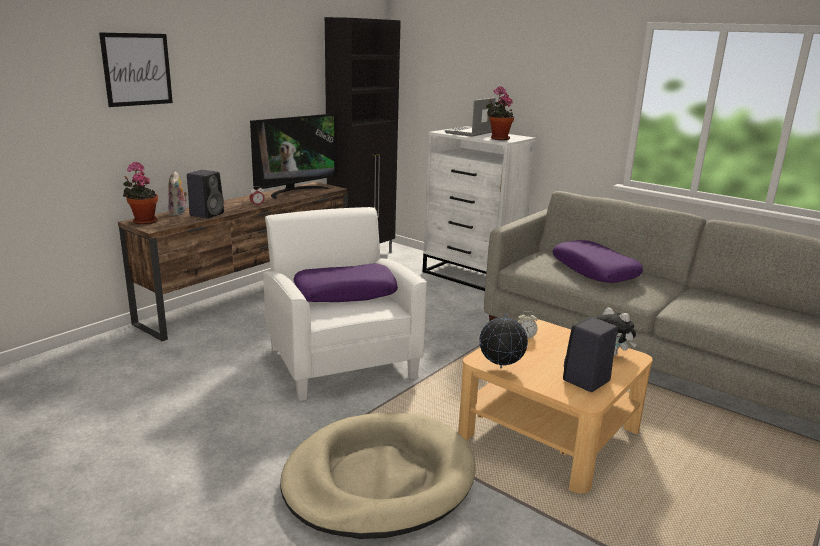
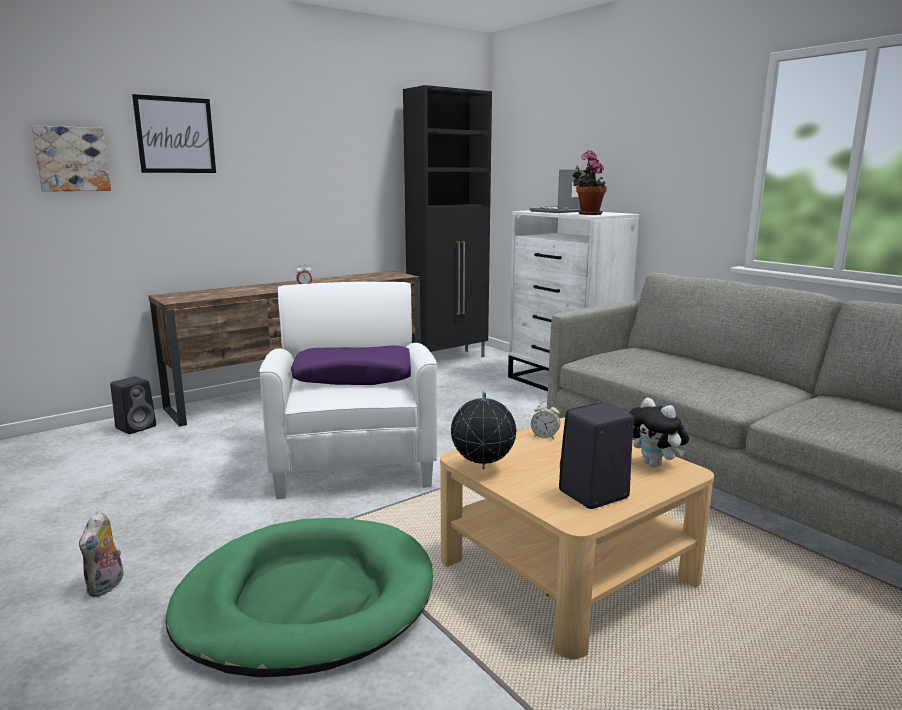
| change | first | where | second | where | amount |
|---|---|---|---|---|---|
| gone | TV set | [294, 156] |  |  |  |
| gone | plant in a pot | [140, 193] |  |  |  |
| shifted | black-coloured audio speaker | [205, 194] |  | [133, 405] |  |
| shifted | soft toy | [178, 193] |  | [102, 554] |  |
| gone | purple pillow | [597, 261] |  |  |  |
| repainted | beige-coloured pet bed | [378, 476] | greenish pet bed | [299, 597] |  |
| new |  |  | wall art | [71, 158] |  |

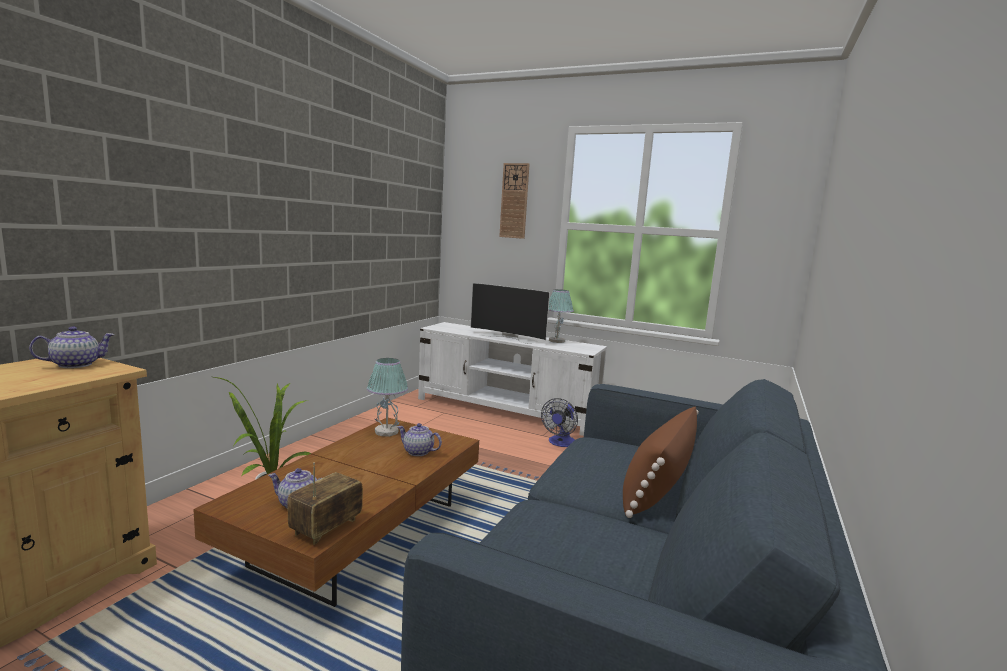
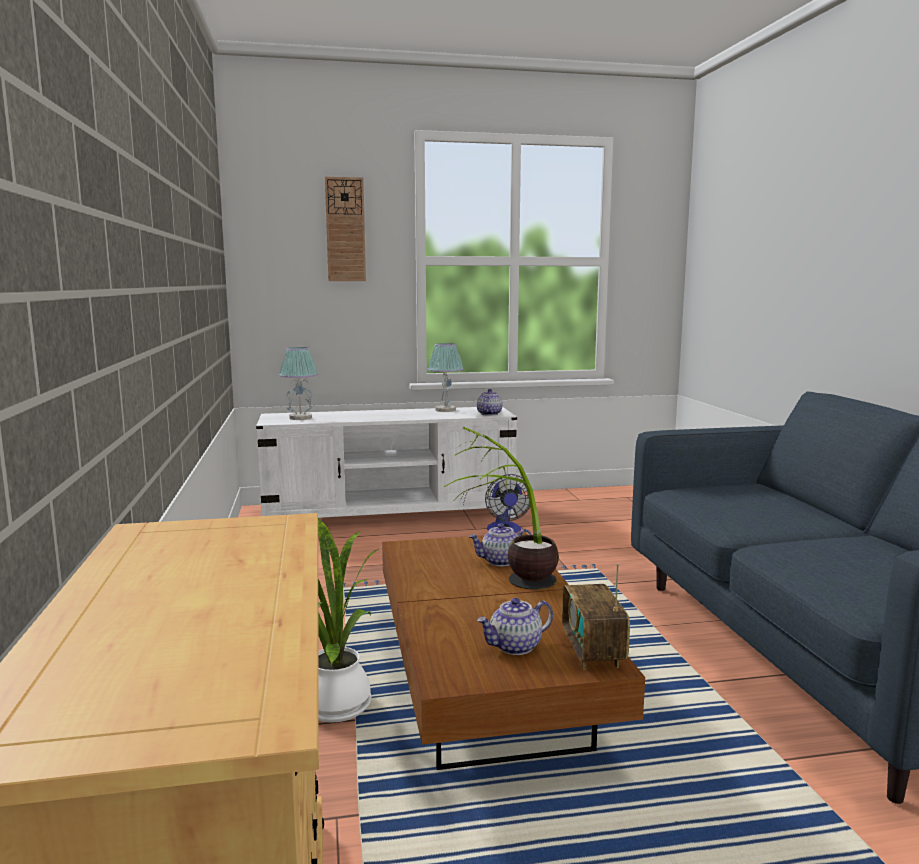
| change | first | where | second | where | amount |
|---|---|---|---|---|---|
| gone | TV set | [510, 313] |  |  |  |
| shifted | tea pot | [72, 347] |  | [490, 402] |  |
| shifted | table lamp | [387, 397] |  | [298, 383] |  |
| gone | brown pillow | [661, 462] |  |  |  |
| new |  |  | plant in a pot | [501, 508] |  |

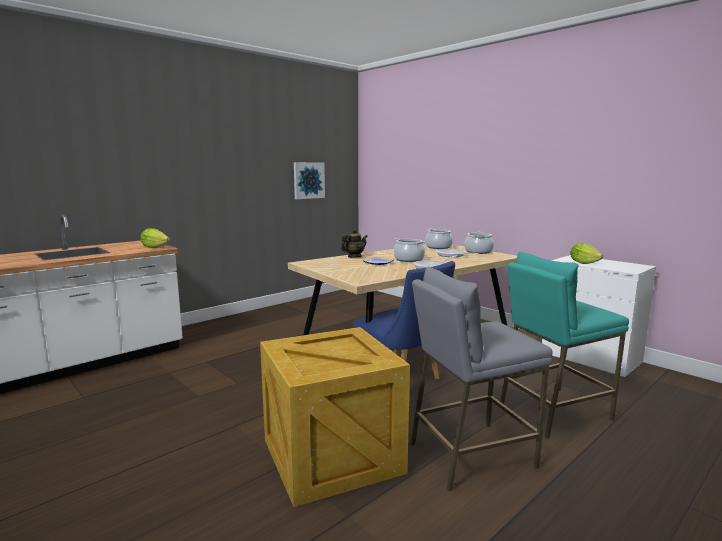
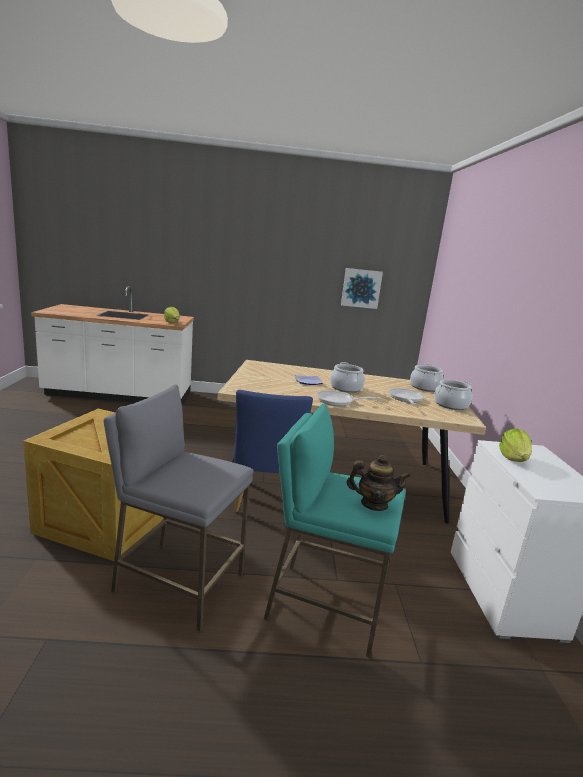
| change | first | where | second | where | amount |
|---|---|---|---|---|---|
| shifted | tea pot | [354, 243] |  | [379, 483] |  |

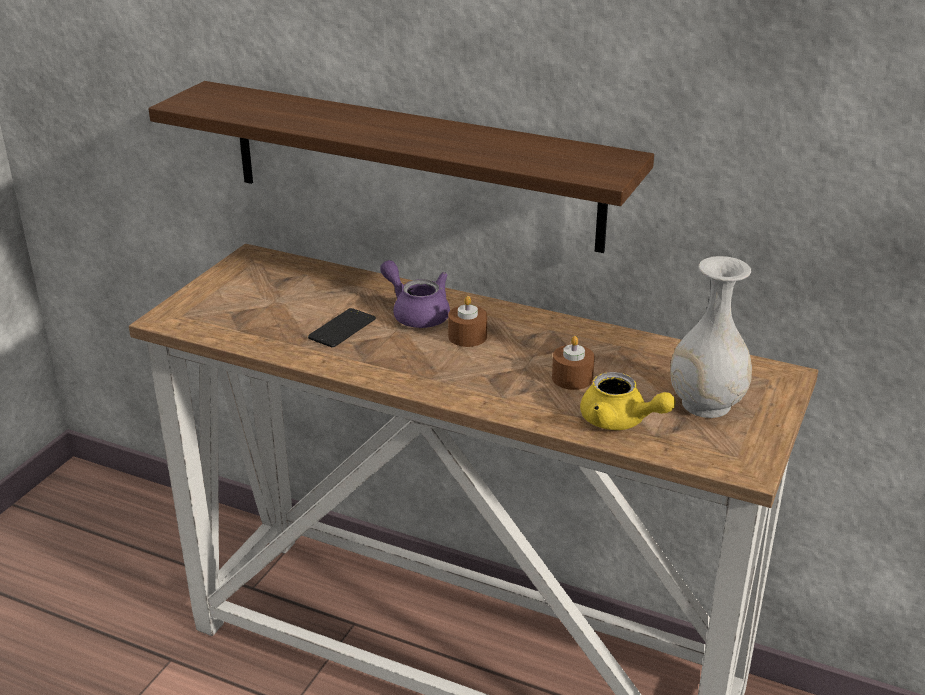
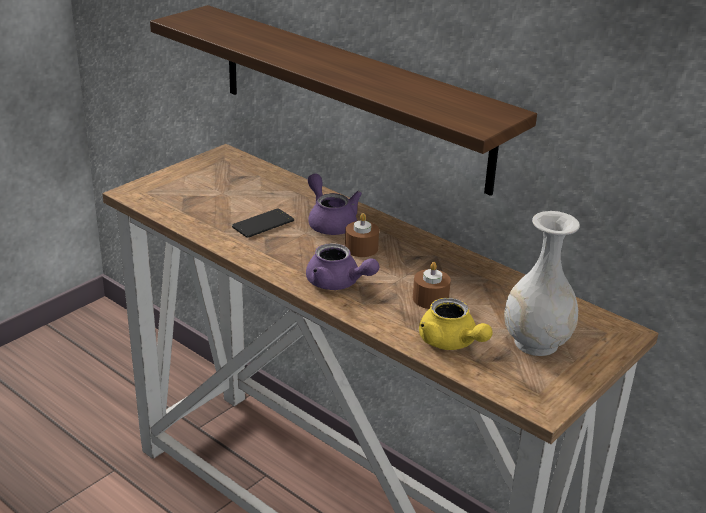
| change | first | where | second | where | amount |
|---|---|---|---|---|---|
| new |  |  | purple tea pot | [343, 266] |  |

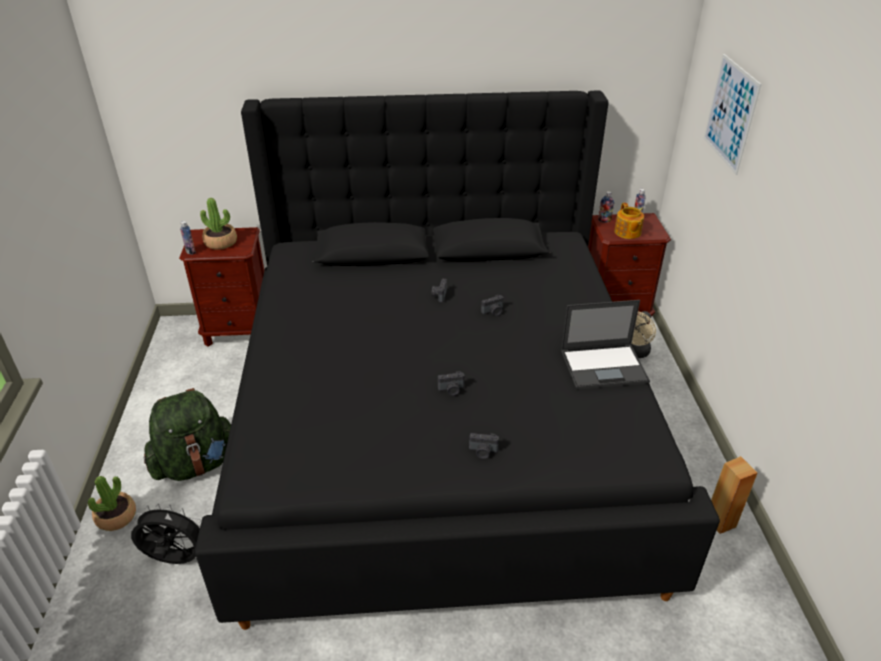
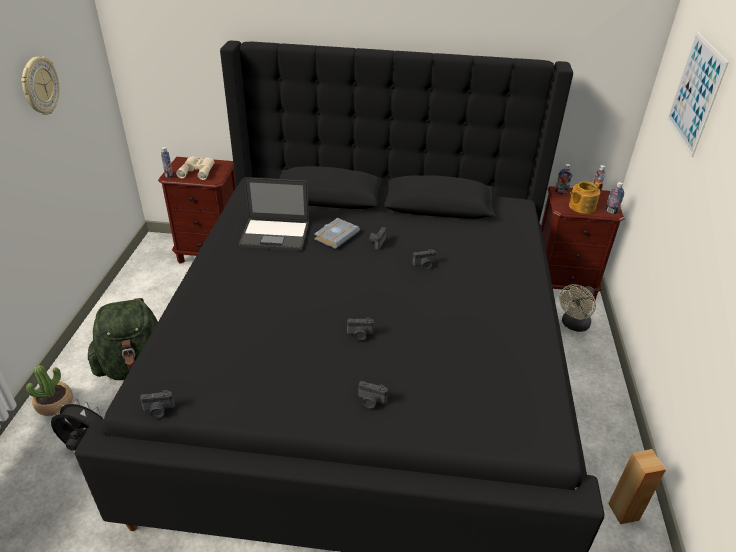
| change | first | where | second | where | amount |
|---|---|---|---|---|---|
| swapped | plant in a pot | [218, 224] | beige-coloured binoculars | [195, 168] |  |
| rotated | tea pot | [629, 221] |  | [586, 197] | 60 degrees clockwise |
| shifted | notebook computer | [605, 345] |  | [273, 214] |  |
| new |  |  | hanging clock | [40, 86] |  |
| new |  |  | bottle | [615, 198] |  |
| new |  |  | gray bound book | [337, 233] |  |
| new |  |  | still camera | [157, 404] |  |

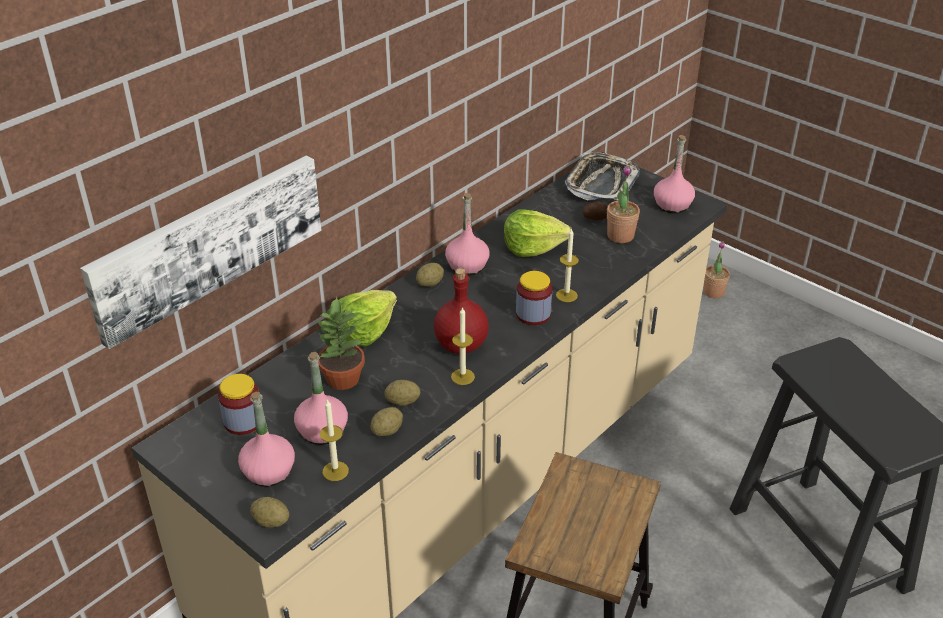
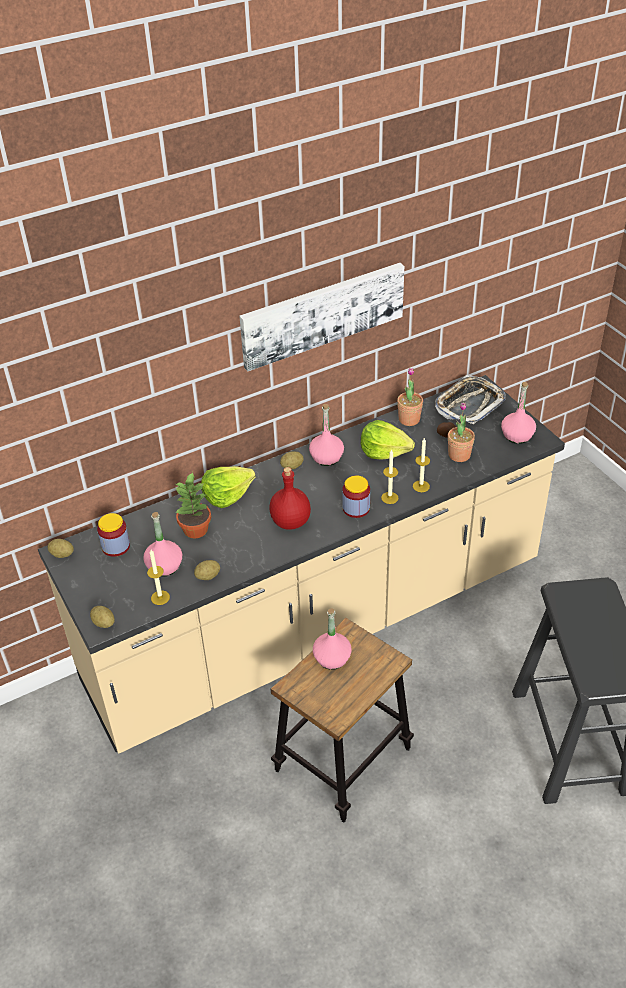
| change | first | where | second | where | amount |
|---|---|---|---|---|---|
| shifted | wall art | [201, 252] |  | [321, 317] |  |
| shifted | plant in a pot | [717, 269] |  | [410, 397] |  |
| shifted | wax candle | [463, 346] |  | [421, 465] |  |
| shifted | spud | [402, 393] |  | [61, 548] |  |
| shifted | pink bottle | [266, 439] |  | [332, 639] |  |

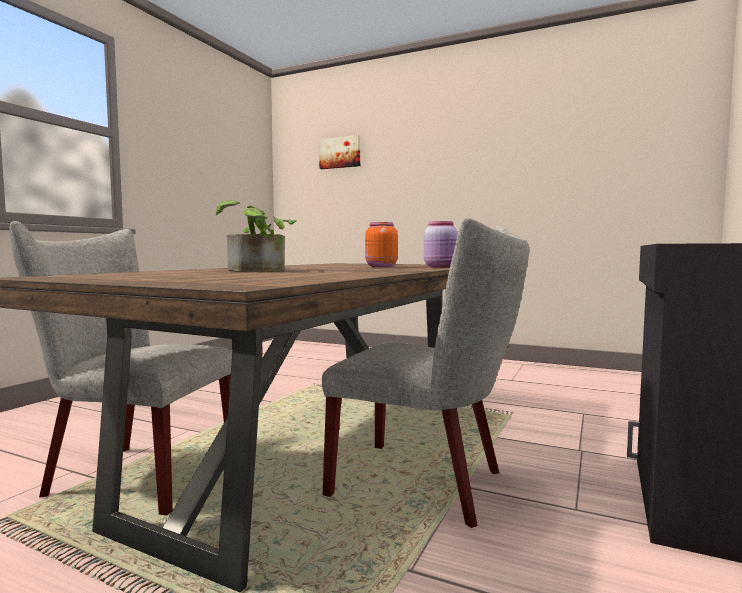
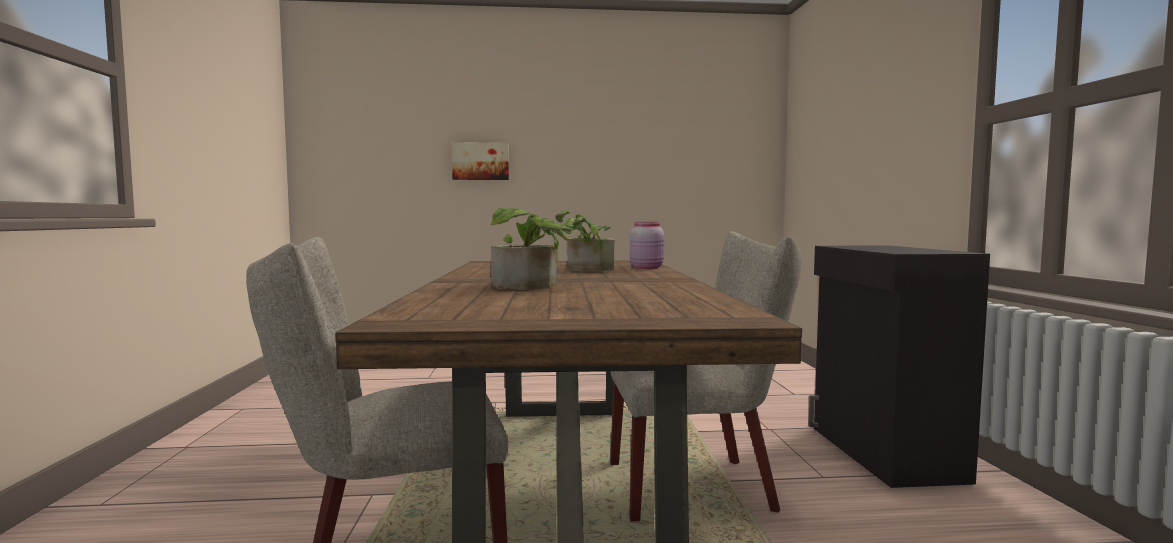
| change | first | where | second | where | amount |
|---|---|---|---|---|---|
| shifted | wall art | [339, 152] |  | [480, 161] |  |
| swapped | orangey preserve jar | [381, 244] | plant in a pot | [585, 240] |  |

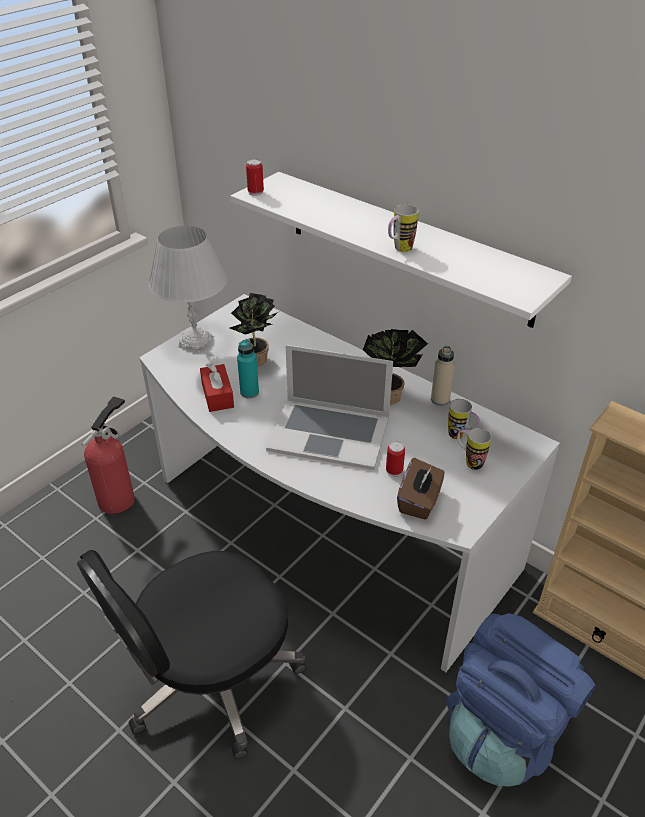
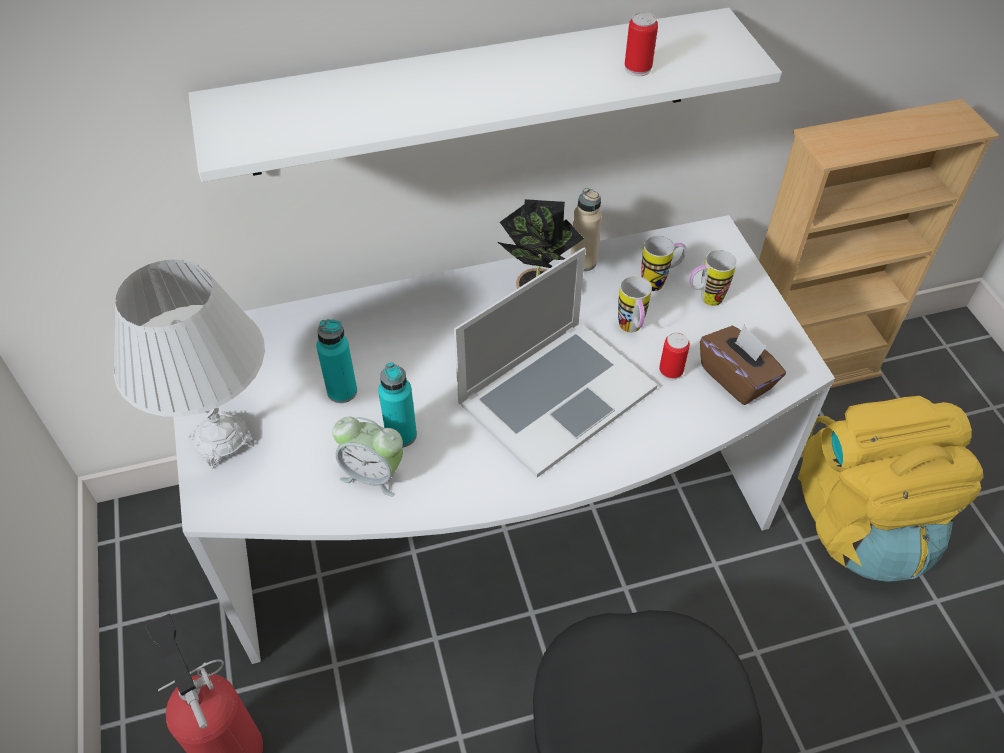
| change | first | where | second | where | amount |
|---|---|---|---|---|---|
| shifted | can | [255, 177] |  | [641, 44] |  |
| shifted | mug | [403, 228] |  | [635, 304] |  |
| swapped | plant in a pot | [254, 330] | turquoise bottle | [336, 361] |  |
| swapped | red-coloured tissue holder | [217, 387] | bedside clock | [367, 456] |  |
| repainted | bluish rucksack | [521, 699] | yellow rucksack | [890, 489] |  |

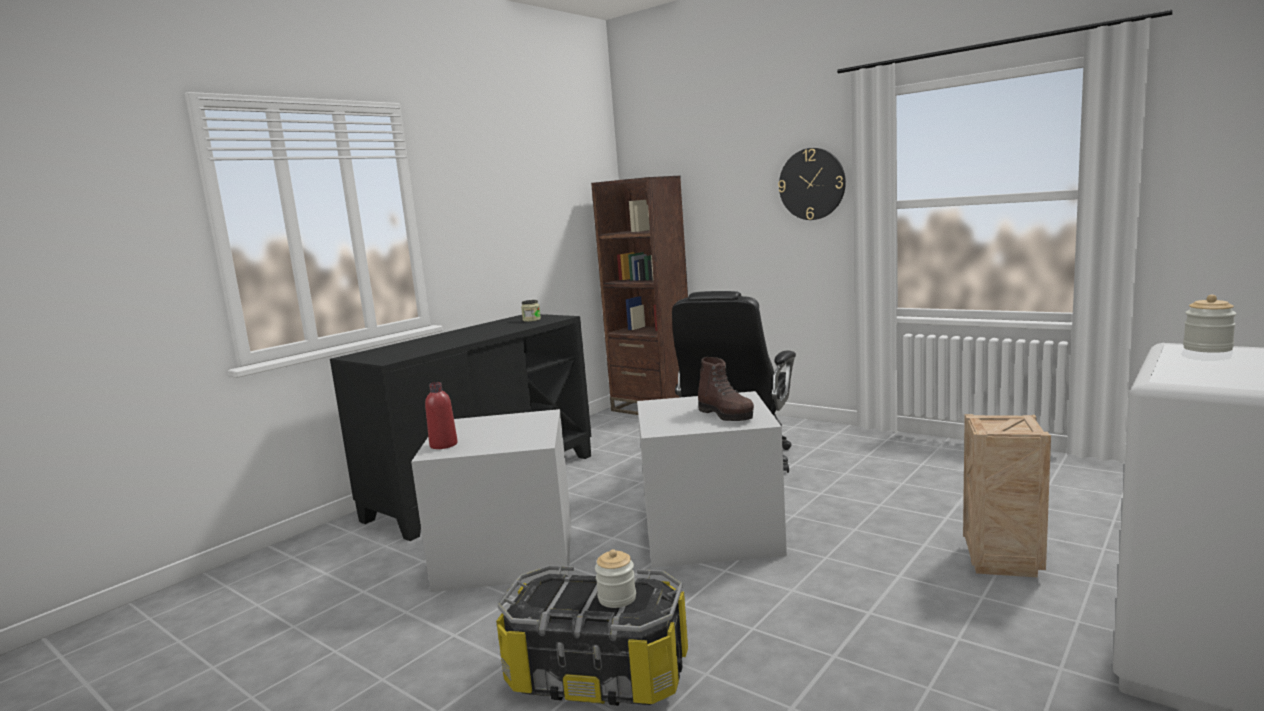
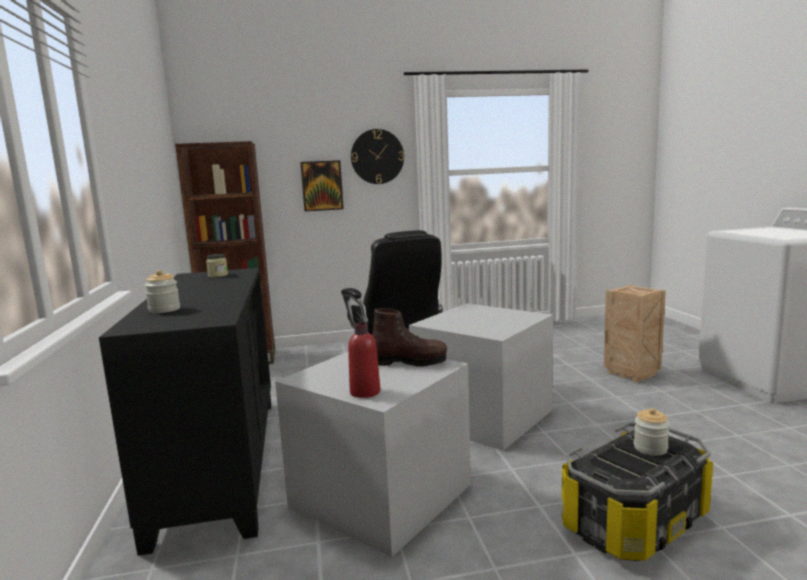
| change | first | where | second | where | amount |
|---|---|---|---|---|---|
| shifted | preserve jar | [1210, 324] |  | [162, 291] |  |
| shifted | brown high-top boot | [726, 389] |  | [409, 337] |  |
| new |  |  | wall art | [322, 186] |  |

